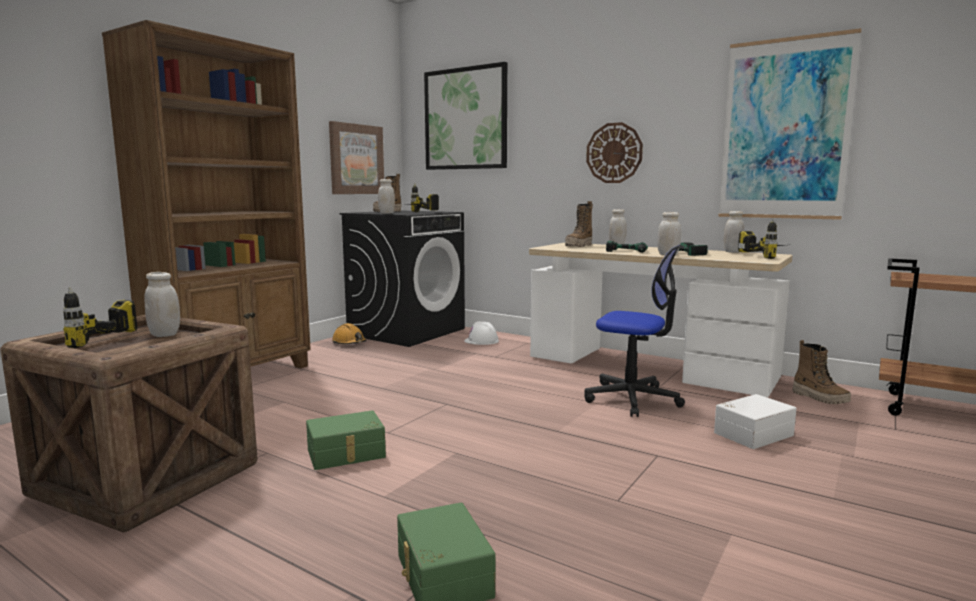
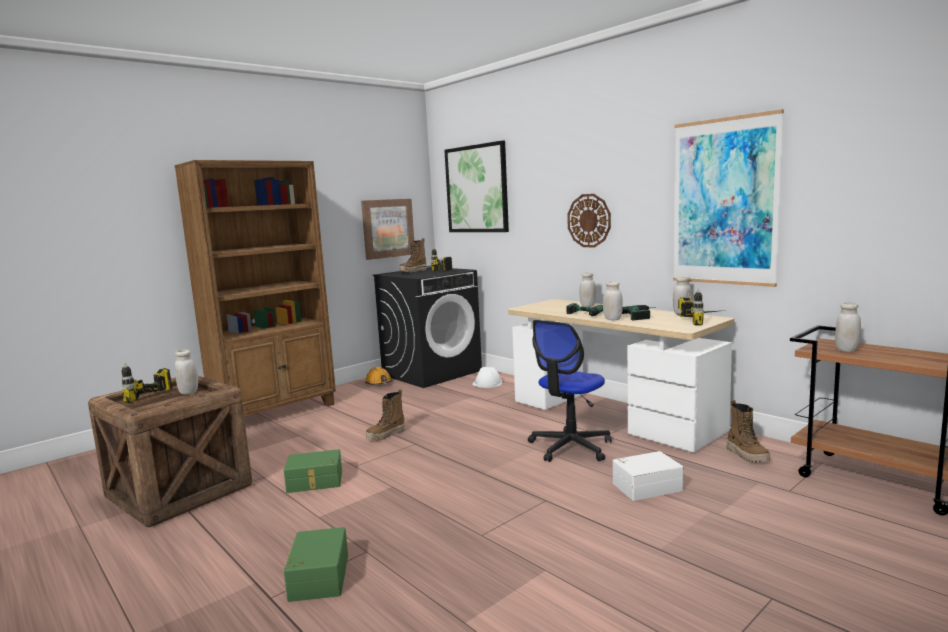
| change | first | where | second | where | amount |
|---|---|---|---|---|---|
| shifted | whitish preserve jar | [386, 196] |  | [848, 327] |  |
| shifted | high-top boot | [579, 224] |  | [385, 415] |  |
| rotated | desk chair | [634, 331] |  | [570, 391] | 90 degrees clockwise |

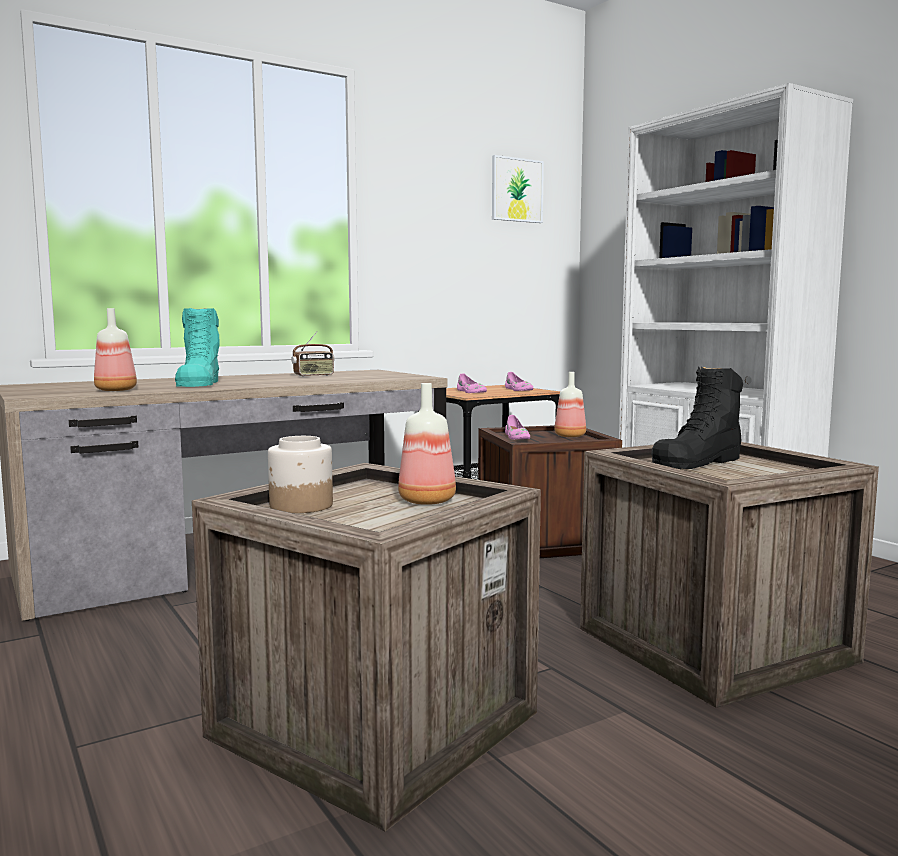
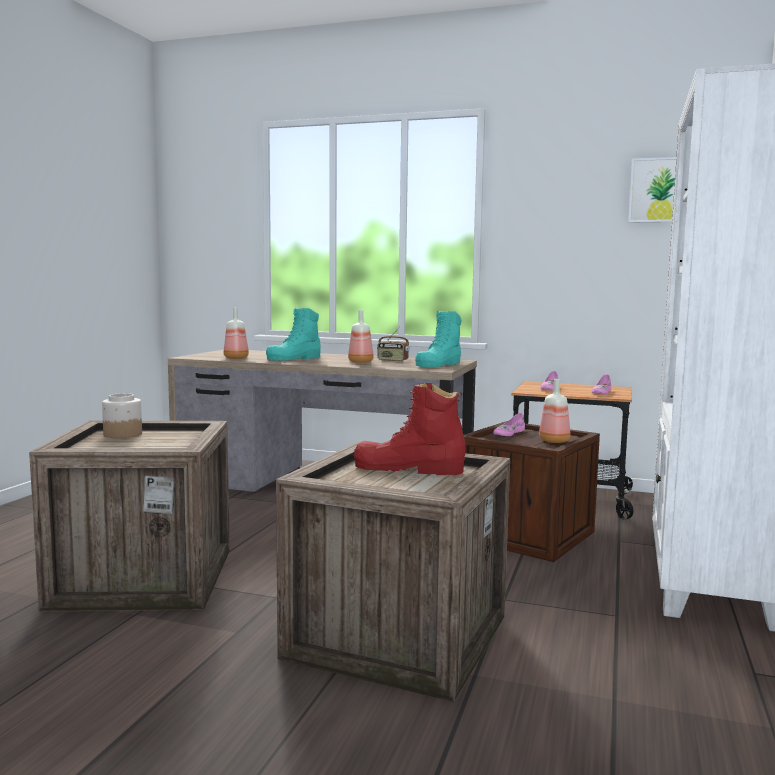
| change | first | where | second | where | amount |
|---|---|---|---|---|---|
| repainted | black-coloured high-top boot | [697, 417] | red-coloured high-top boot | [409, 429] |  |
| shifted | bottle | [427, 444] |  | [360, 336] |  |
| new |  |  | turquoise high-top boot | [438, 339] |  |

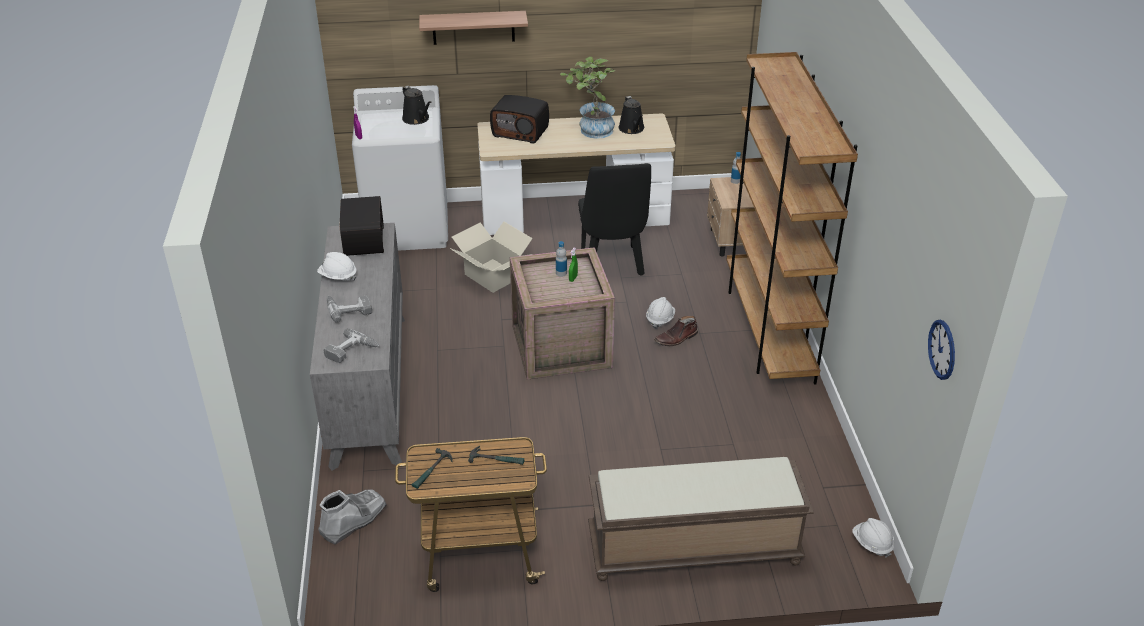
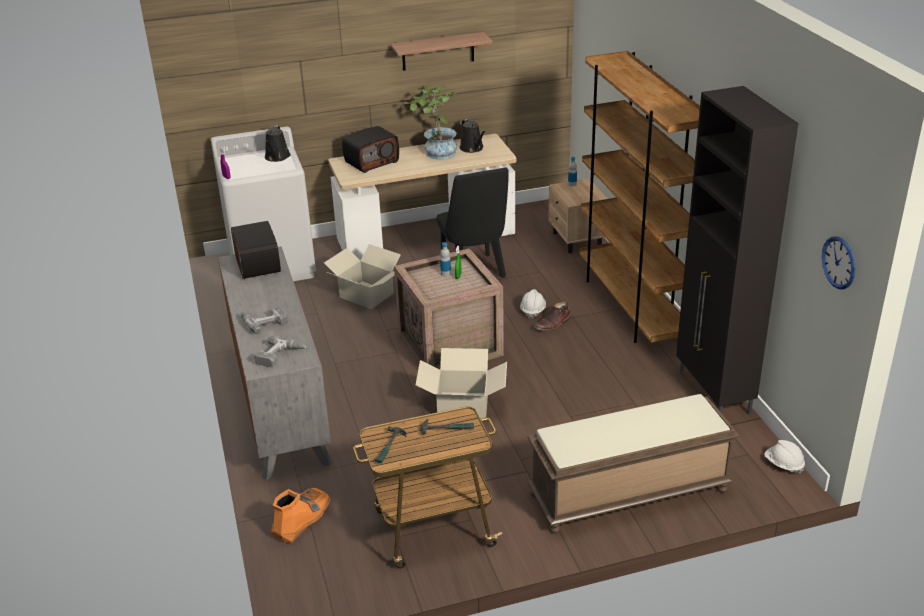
| change | first | where | second | where | amount |
|---|---|---|---|---|---|
| shifted | bracket shelf | [473, 28] |  | [441, 51] |  |
| rotated | black-coloured watering can | [417, 105] |  | [278, 143] | 45 degrees clockwise |
| rotated | radio | [519, 119] |  | [370, 149] | 45 degrees counterclockwise |
| gone | whitish work helmet | [337, 266] |  |  |  |
| repainted | gray high-top boot | [352, 517] | orangey high-top boot | [301, 515] |  |
| new |  |  | black-coloured cabinet | [737, 250] |  |
| new |  |  | cardboard box | [461, 383] |  |

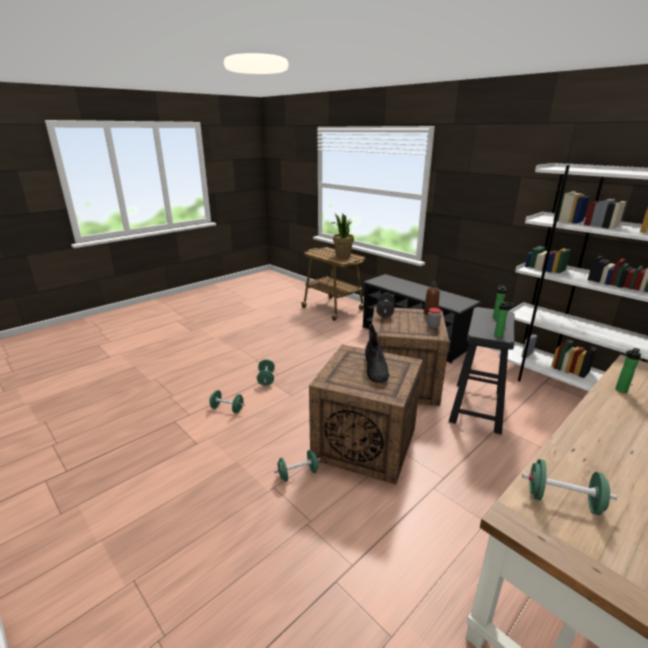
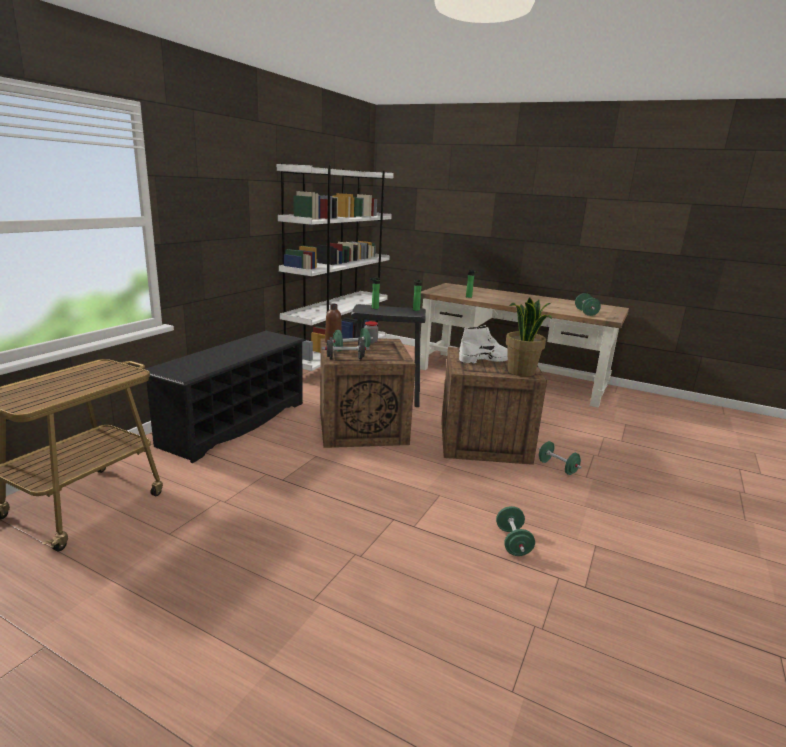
| change | first | where | second | where | amount |
|---|---|---|---|---|---|
| shifted | plant in a pot | [342, 235] |  | [529, 337] |  |
| repainted | black-coloured high-top boot | [377, 353] | whitish high-top boot | [483, 344] |  |
| shifted | greenish dumbbell | [266, 372] |  | [353, 340] |  |

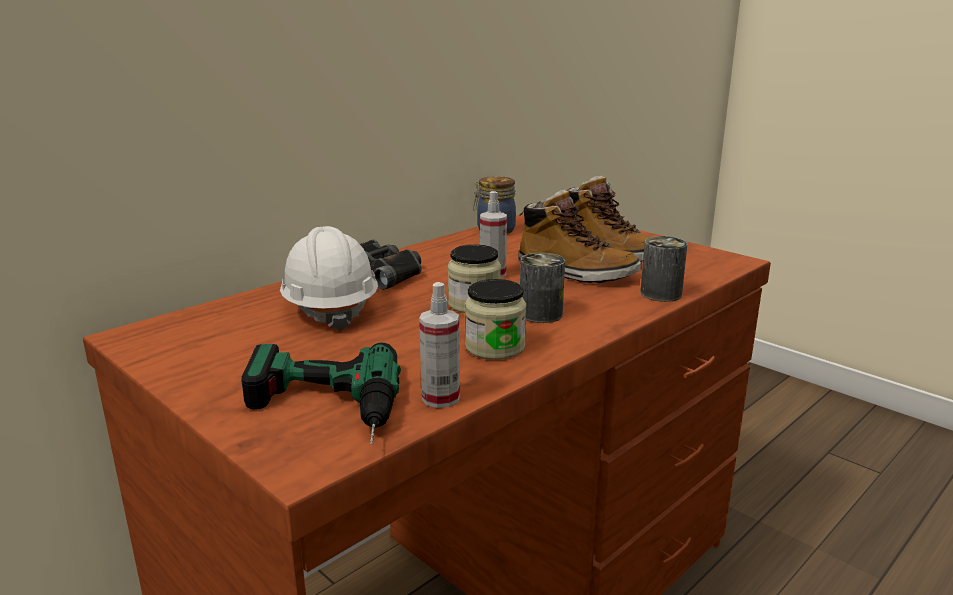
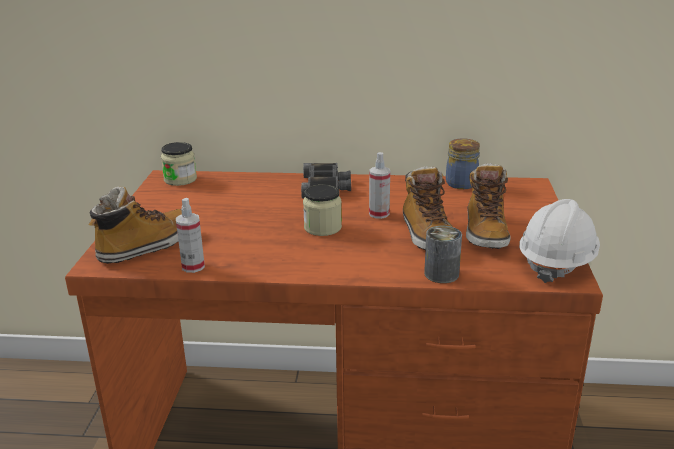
| change | first | where | second | where | amount |
|---|---|---|---|---|---|
| shifted | whitish work helmet | [329, 278] |  | [559, 241] |  |
| gone | can | [542, 288] |  |  |  |
| shifted | preserve jar | [495, 319] |  | [179, 164] |  |
| swapped | power drill | [321, 394] | high-top boot | [135, 225] |  |

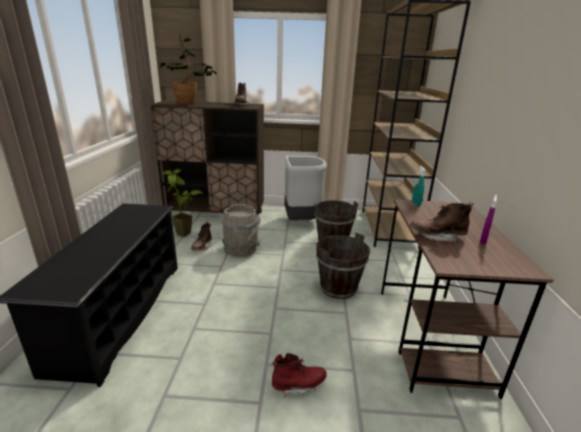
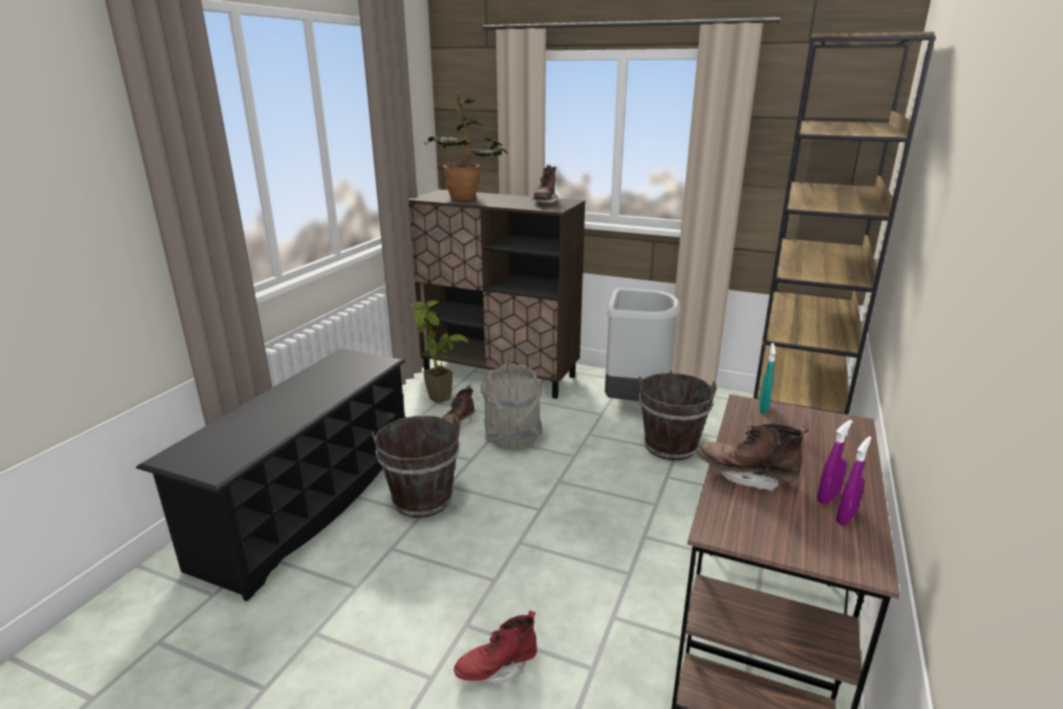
| change | first | where | second | where | amount |
|---|---|---|---|---|---|
| shifted | brown pail | [343, 266] |  | [416, 466] |  |
| rotated | red-coloured high-top boot | [299, 375] |  | [495, 648] | 150 degrees clockwise |
| new |  |  | purple hand sprayer | [854, 481] |  |

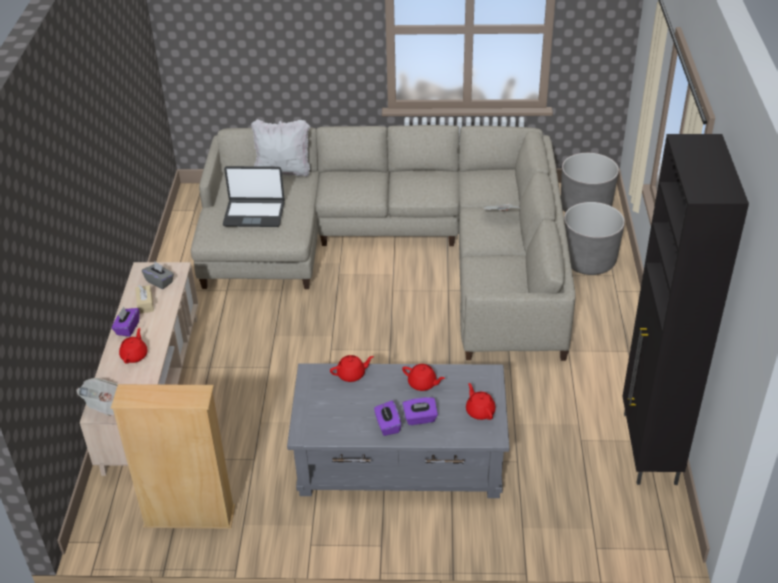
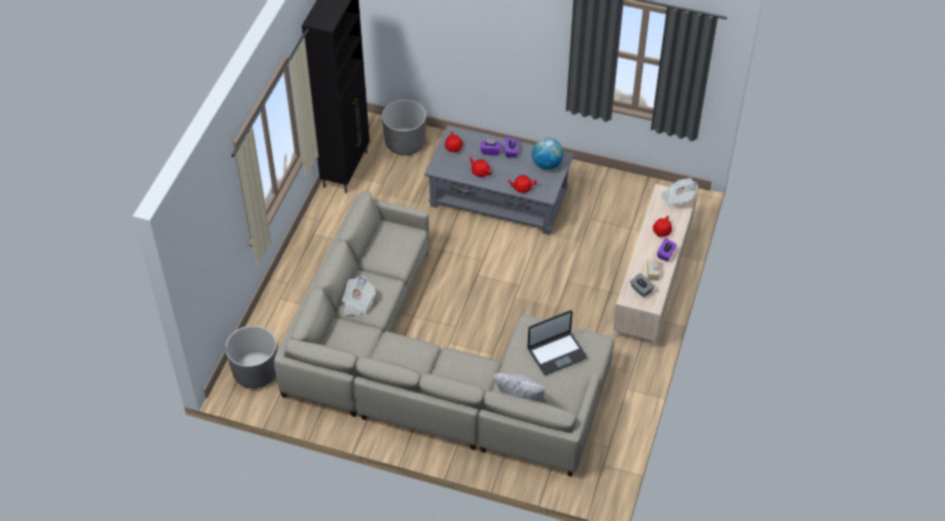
| change | first | where | second | where | amount |
|---|---|---|---|---|---|
| rotated | notebook computer | [254, 196] |  | [557, 342] | 135 degrees clockwise |
| shifted | gray plant pot | [594, 238] |  | [404, 127] |  |
| gone | beige-coloured shelving unit | [173, 456] |  |  |  |
| new |  |  | globe | [548, 154] |  |

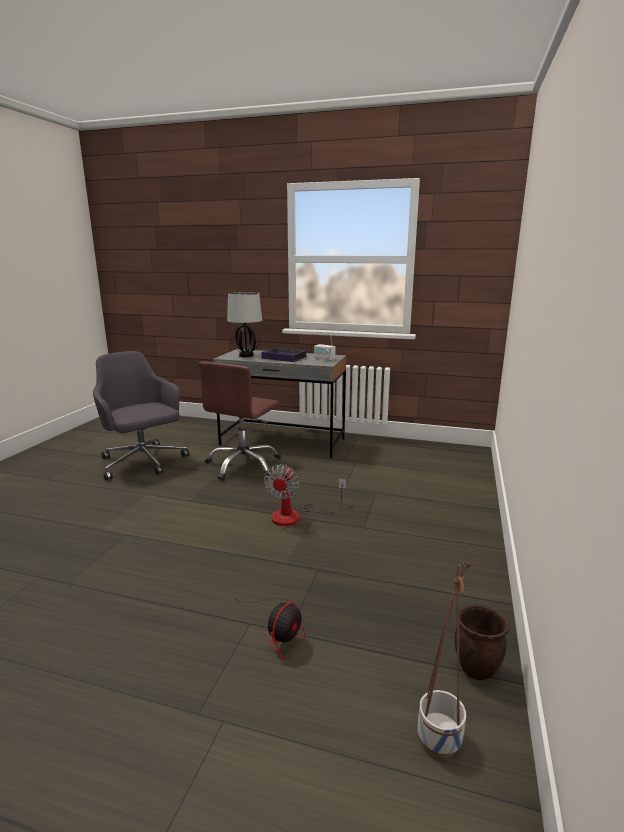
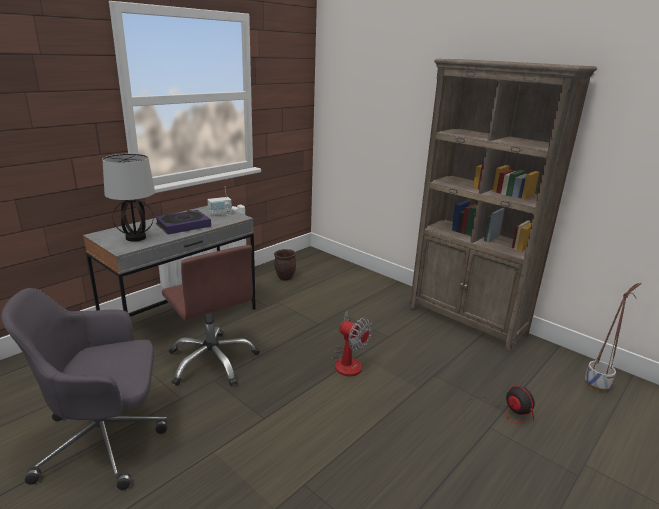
| change | first | where | second | where | amount |
|---|---|---|---|---|---|
| shifted | brown plant pot | [481, 642] |  | [285, 264] |  |
| new |  |  | brown shelving unit | [503, 206] |  |

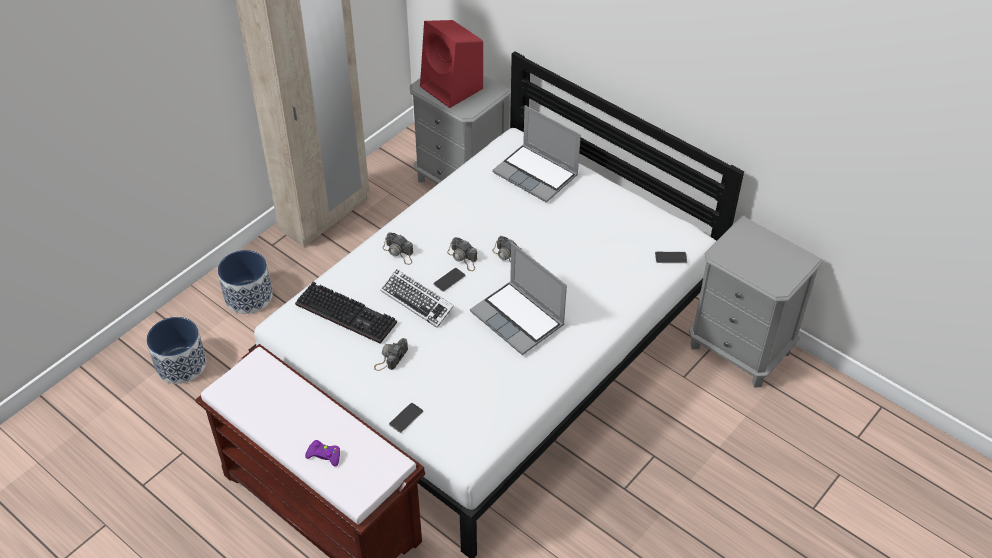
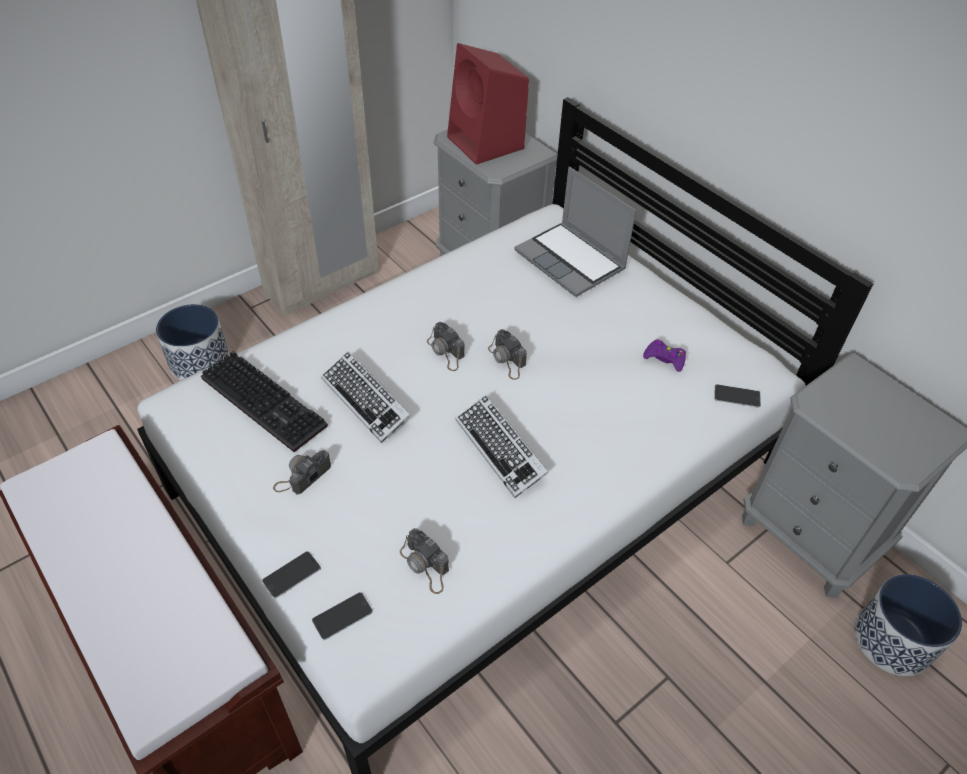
| change | first | where | second | where | amount |
|---|---|---|---|---|---|
| shifted | still camera | [398, 248] |  | [424, 561] |  |
| swapped | notebook computer | [518, 299] | keyboard | [502, 446] |  |
| shifted | handset | [449, 280] |  | [342, 616] |  |
| shifted | plant pot | [176, 350] |  | [908, 625] |  |
| shifted | purple joypad | [322, 453] |  | [664, 355] |  |

